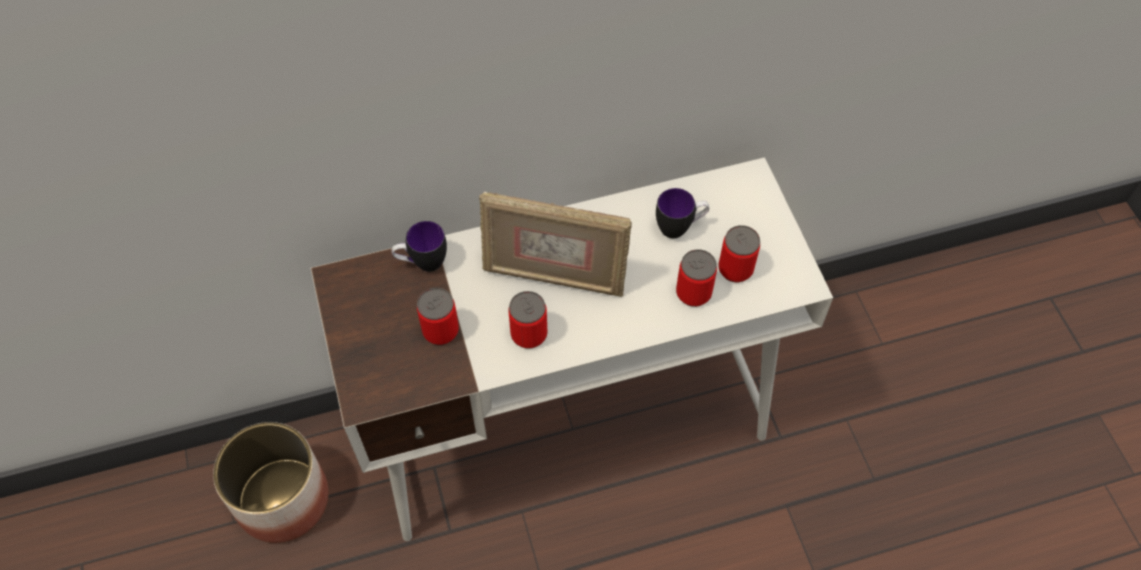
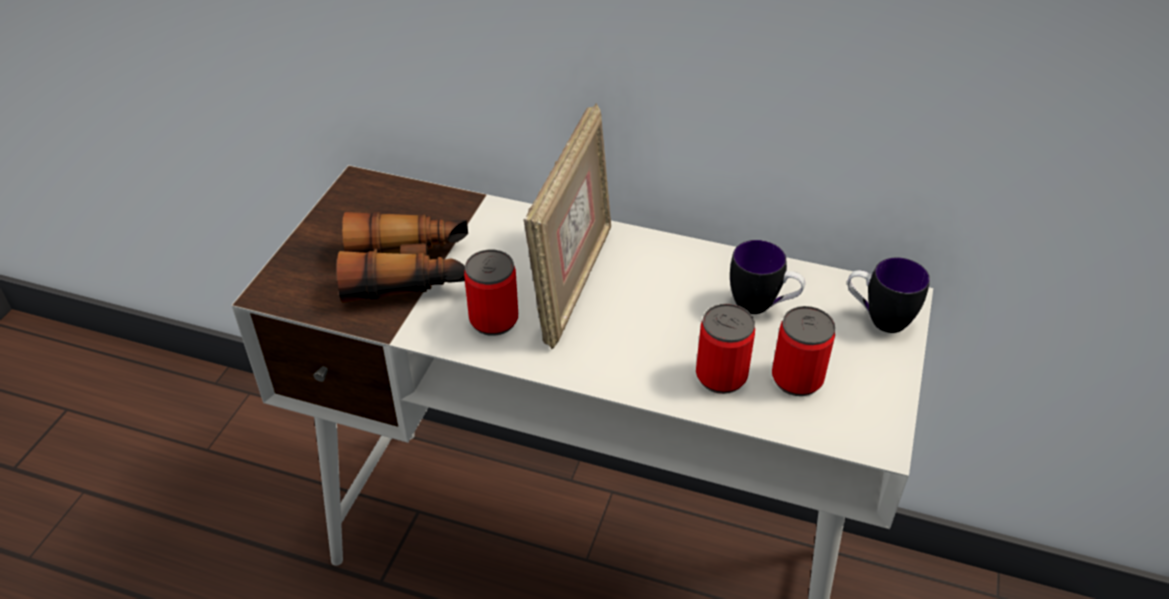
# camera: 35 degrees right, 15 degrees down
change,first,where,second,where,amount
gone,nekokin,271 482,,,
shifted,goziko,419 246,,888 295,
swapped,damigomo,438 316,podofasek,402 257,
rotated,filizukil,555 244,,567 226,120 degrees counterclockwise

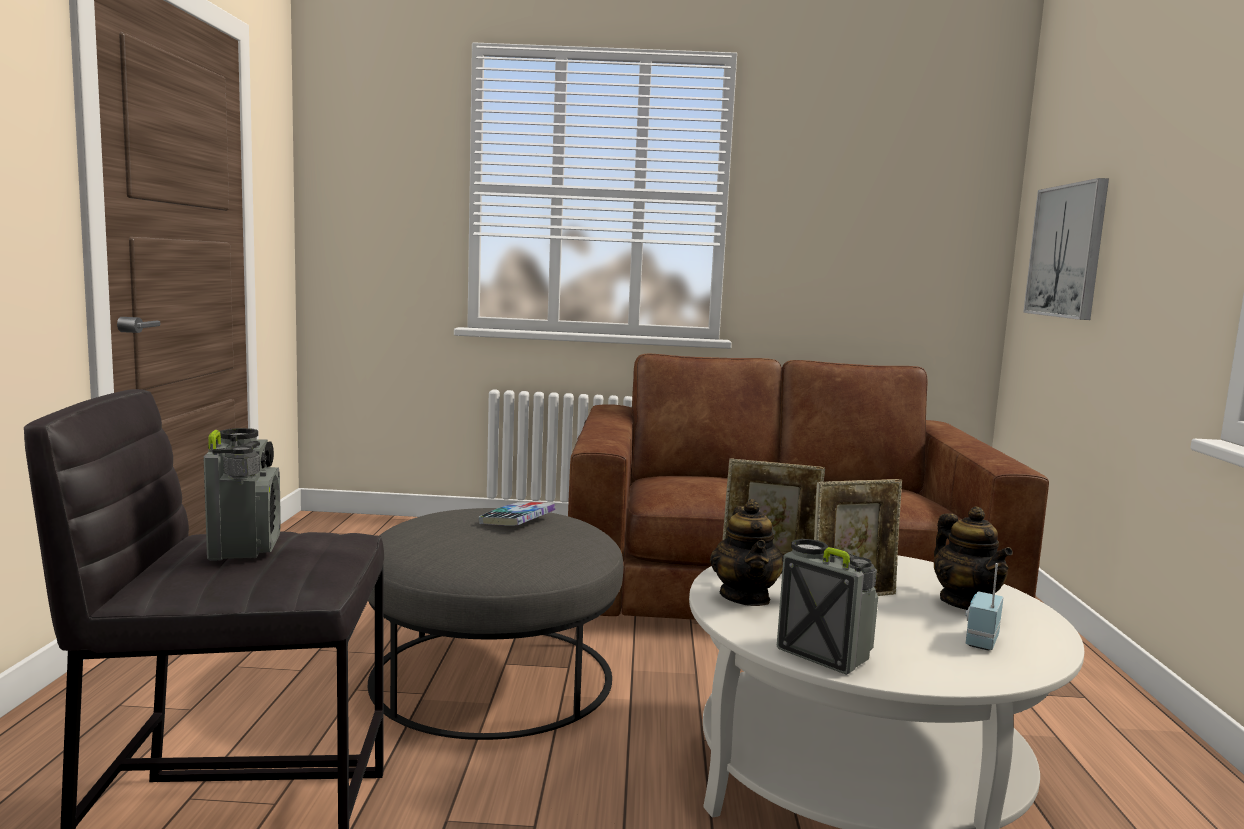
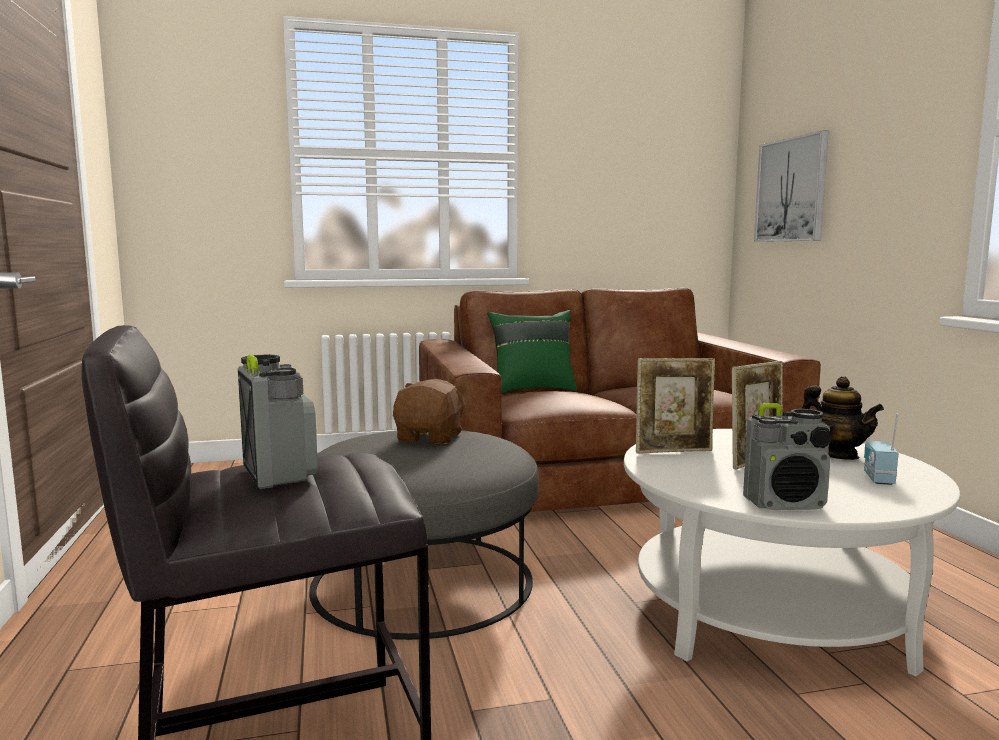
# camera: 15 degrees left, 0 degrees up
change,first,where,second,where,amount
gone,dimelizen,747 552,,,
new,,,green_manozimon,532 351,
swapped,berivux,516 514,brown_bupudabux,430 412,
rotated,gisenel,827 607,,787 456,150 degrees clockwise

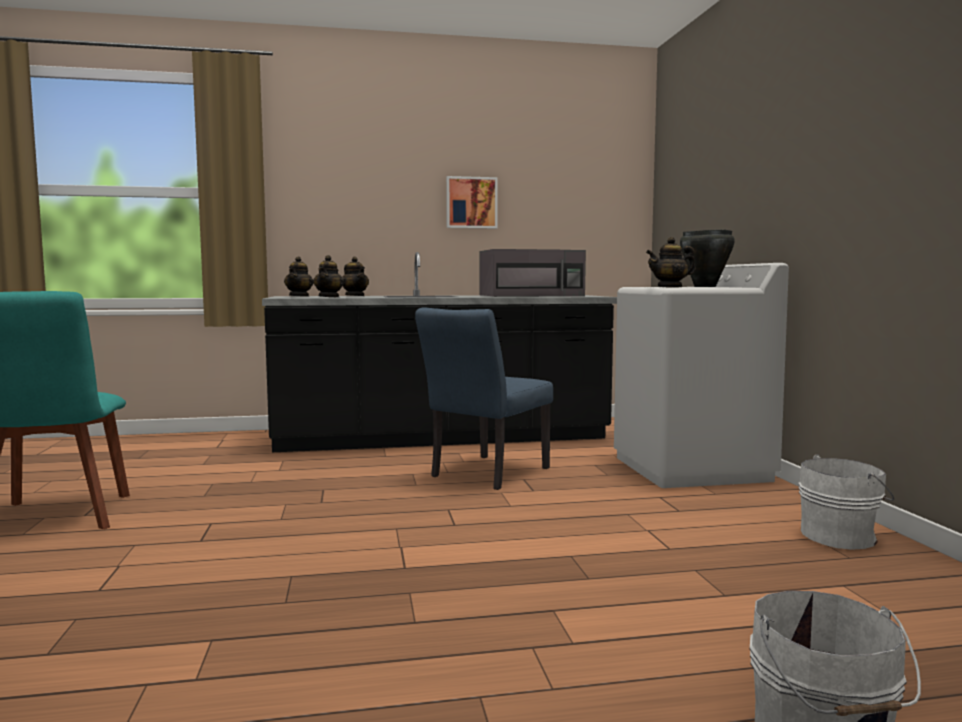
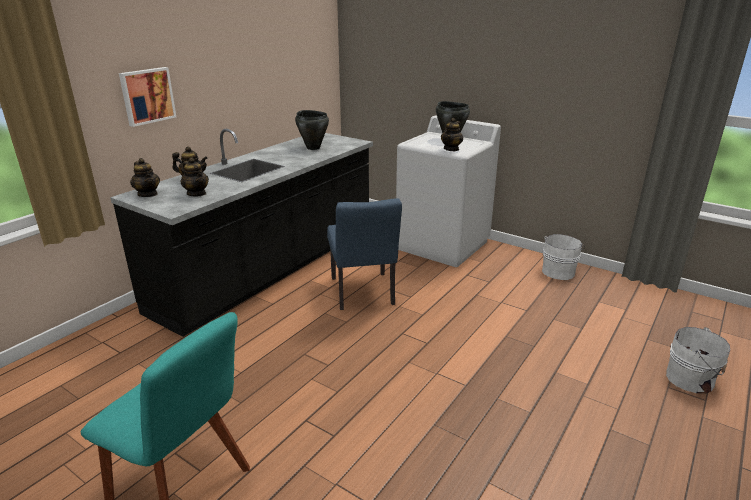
# camera: 45 degrees left, 20 degrees up
change,first,where,second,where,amount
shifted,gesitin,472 202,,147 97,
swapped,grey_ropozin,533 273,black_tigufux,312 130,

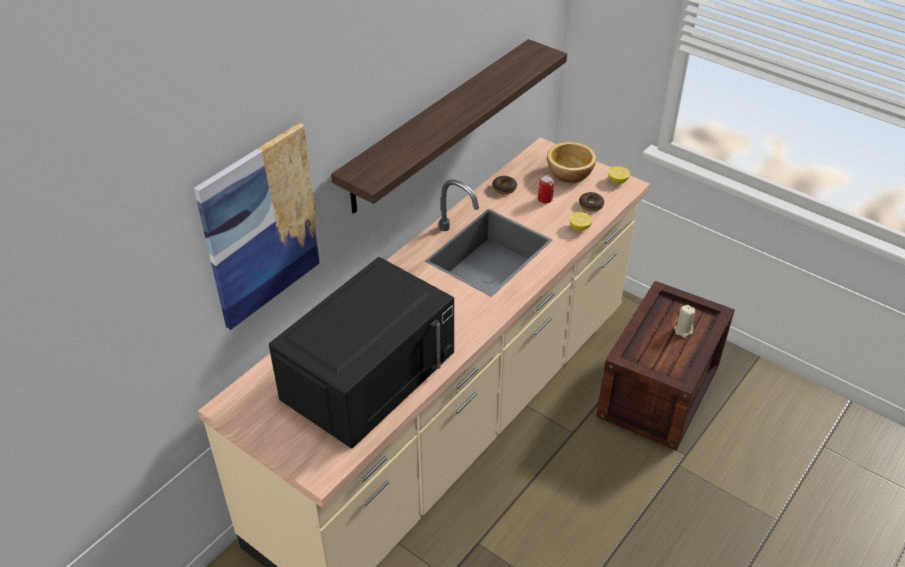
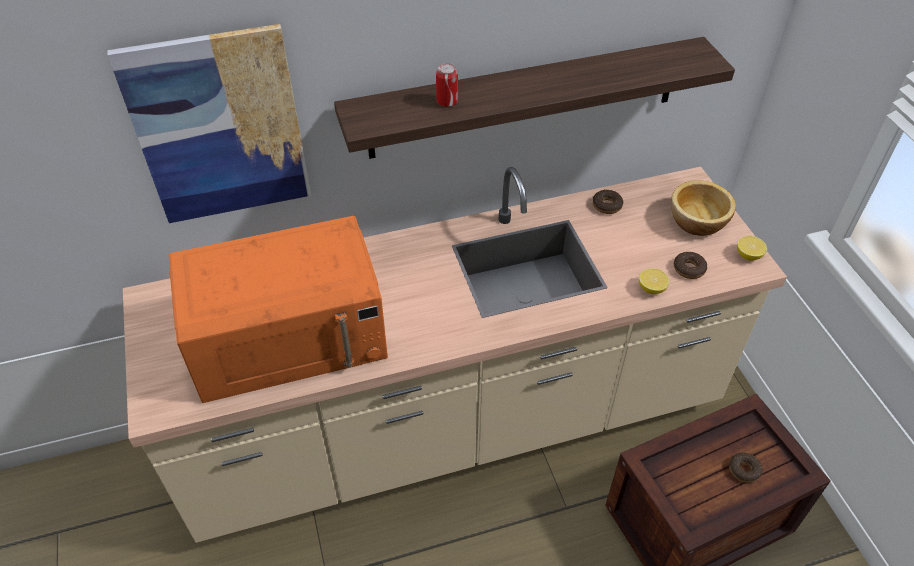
# camera: 35 degrees right, 5 degrees up
change,first,where,second,where,amount
shifted,damigomo,546 189,,447 85,
swapped,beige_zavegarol,684 321,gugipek,746 467,
repainted,black_ropozin,361 352,orange_ropozin,278 309,

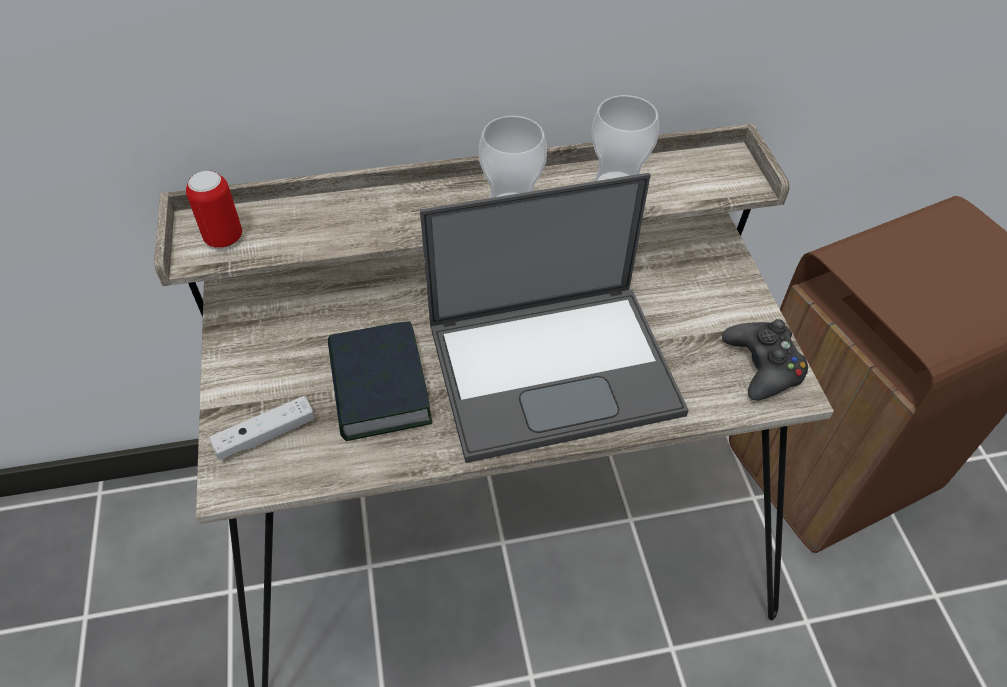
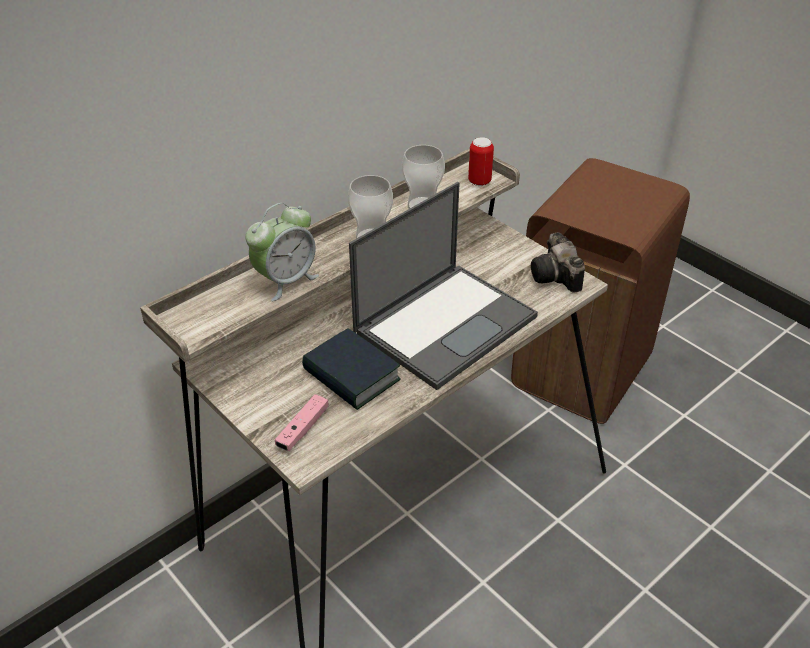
# camera: 30 degrees left, 10 degrees down
change,first,where,second,where,amount
new,,,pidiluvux,282 252,
shifted,damigomo,214 209,,481 161,
swapped,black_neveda,765 360,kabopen,558 262,
repainted,white_neveda,261 428,pink_neveda,301 422,

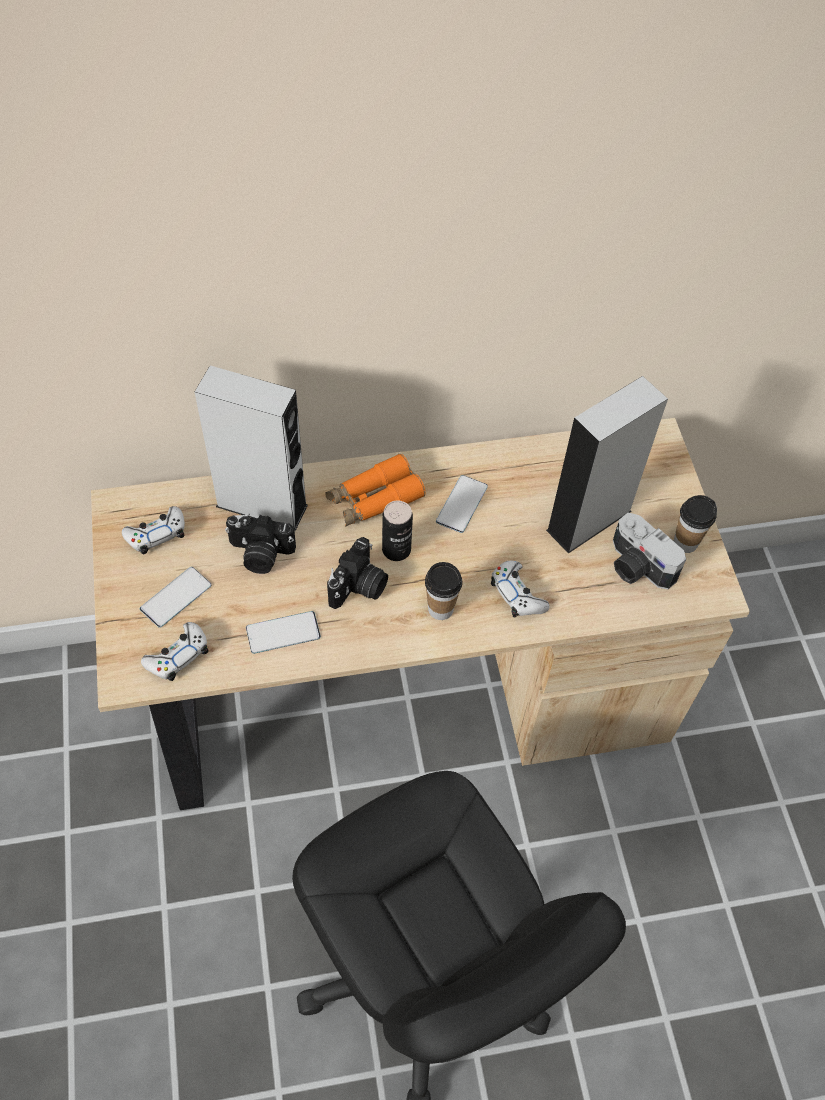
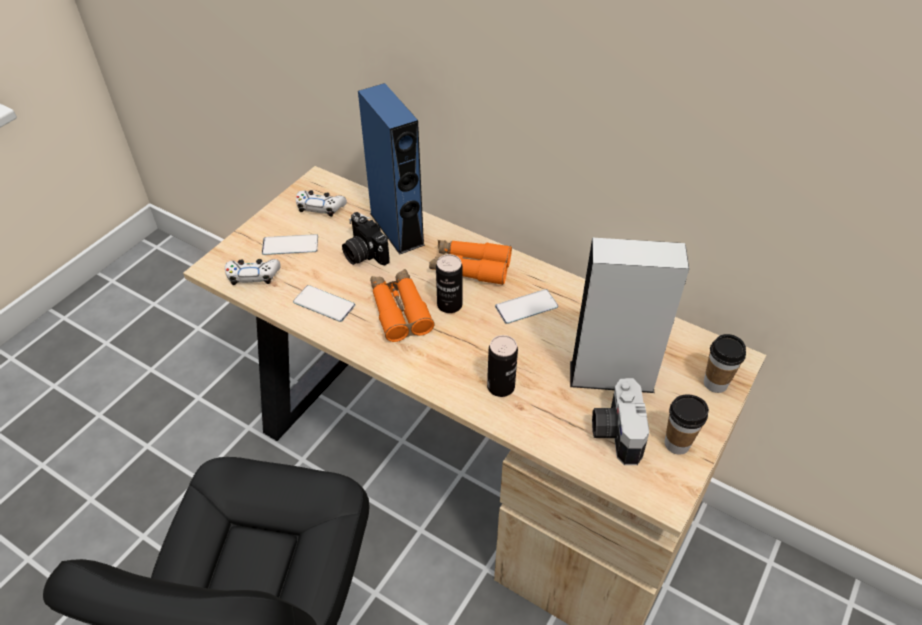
# camera: 45 degrees right, 10 degrees down
change,first,where,second,where,amount
shifted,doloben,443 591,,725 363,
swapped,kabopen,357 573,orange_podofasek,402 305,
swapped,white_neveda,520 589,damigomo,502 366,
repainted,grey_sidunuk,251 448,blue_sidunuk,391 168,

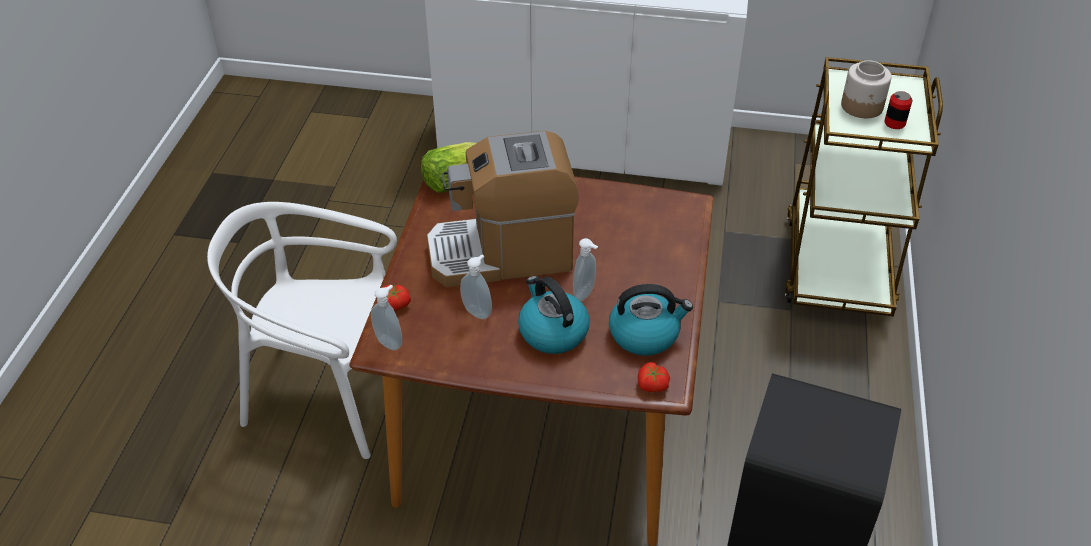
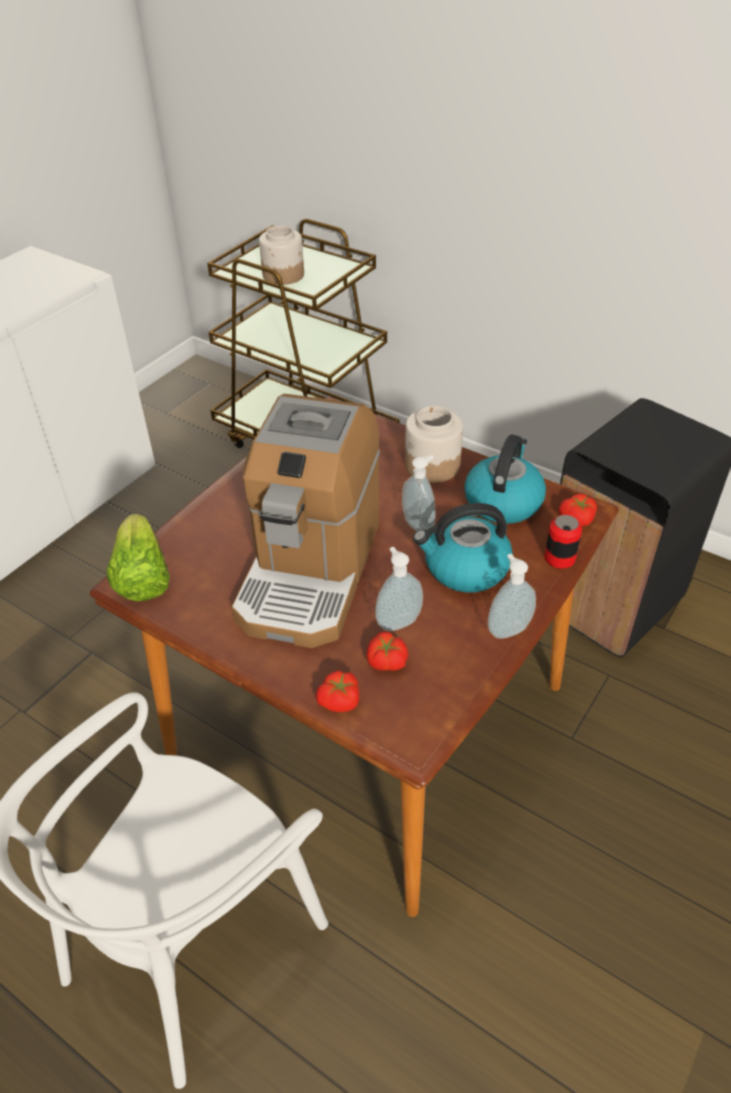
# camera: 65 degrees left, 0 degrees up
change,first,where,second,where,amount
new,,,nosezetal,388 651,
new,,,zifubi,434 444,
shifted,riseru,386 317,,512 596,
shifted,damigomo,898 110,,563 542,

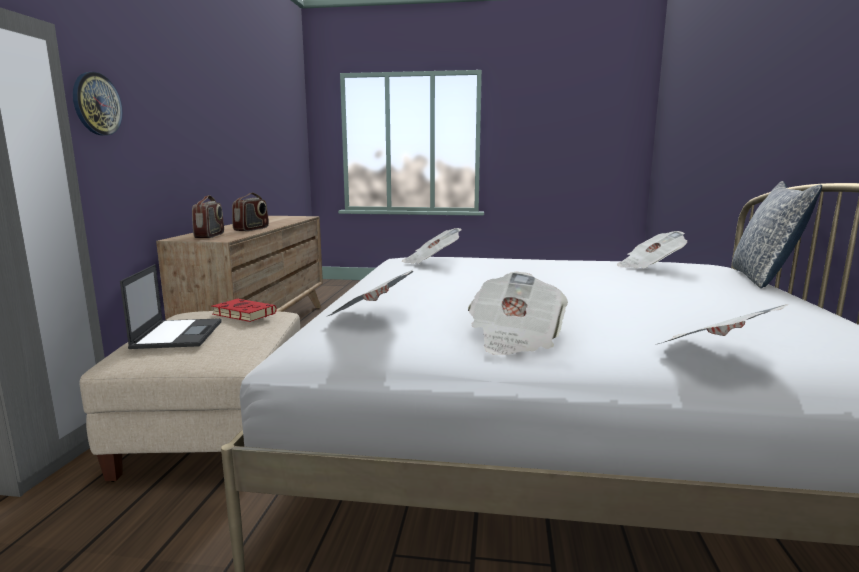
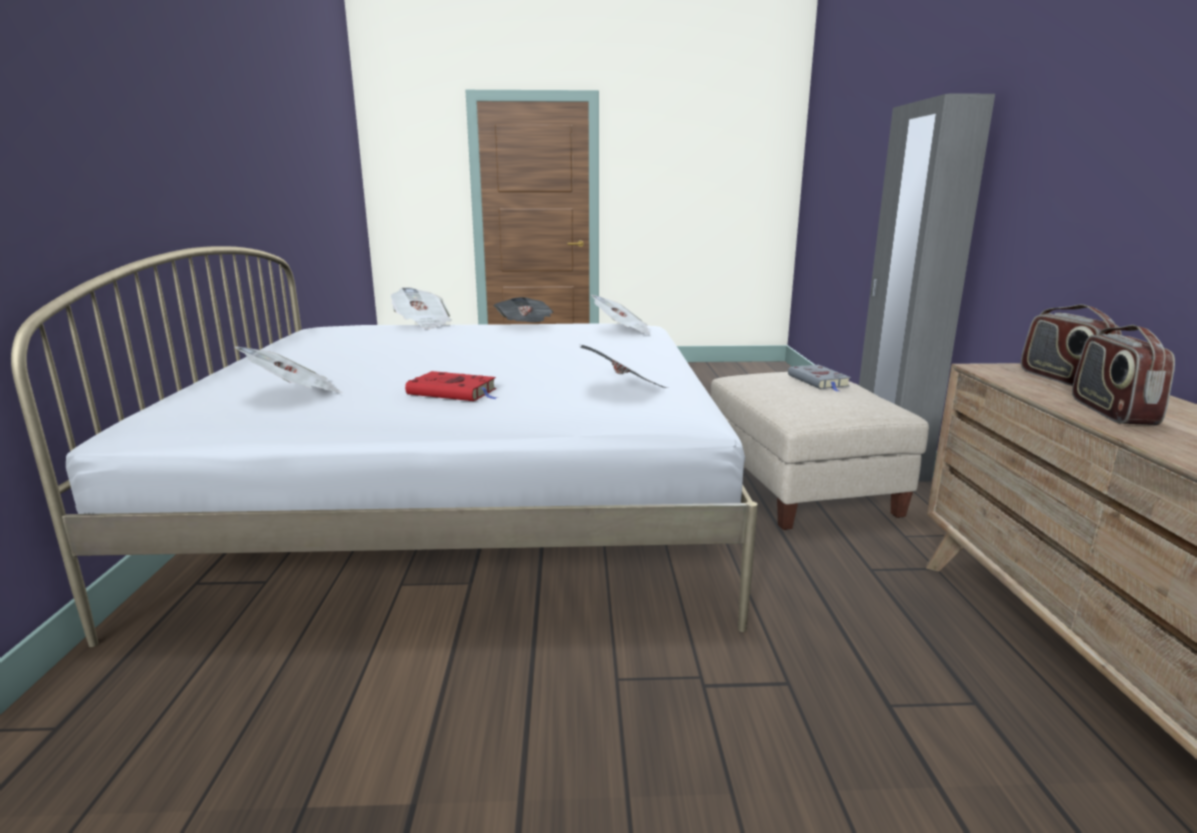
# camera: 170 degrees right, 5 degrees up
change,first,where,second,where,amount
gone,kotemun,98 104,,,
gone,manozimon,777 234,,,
shifted,red_berivux,244 310,,451 386,
swapped,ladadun,171 306,grey_berivux,819 378,

